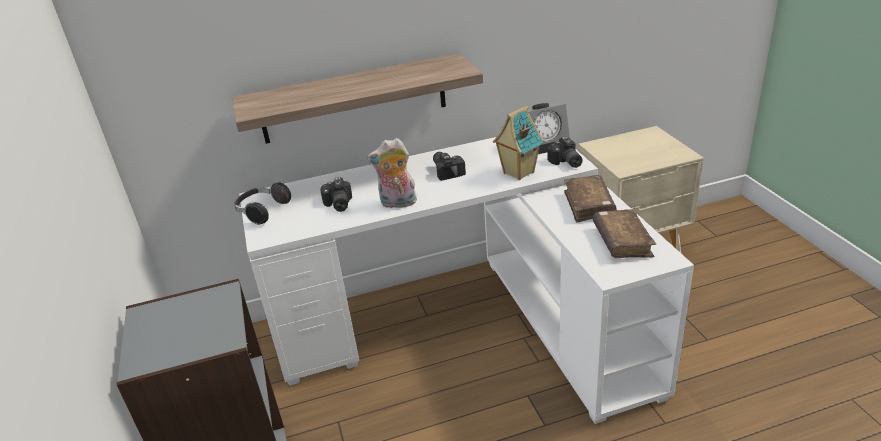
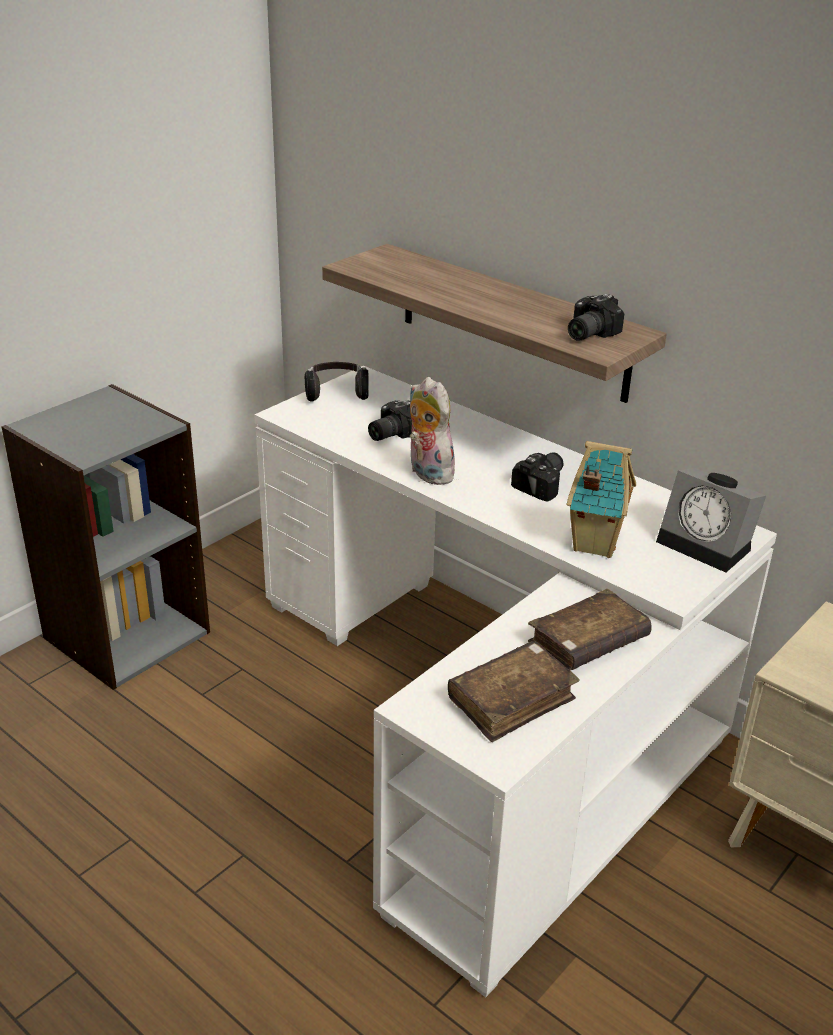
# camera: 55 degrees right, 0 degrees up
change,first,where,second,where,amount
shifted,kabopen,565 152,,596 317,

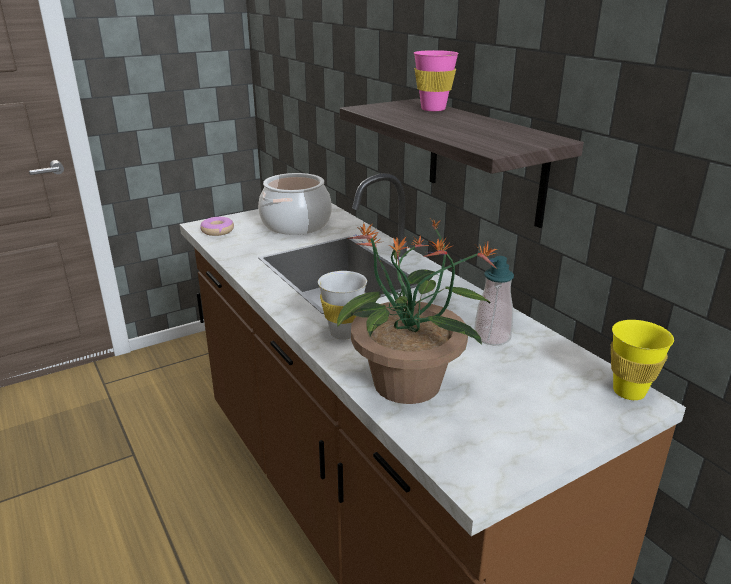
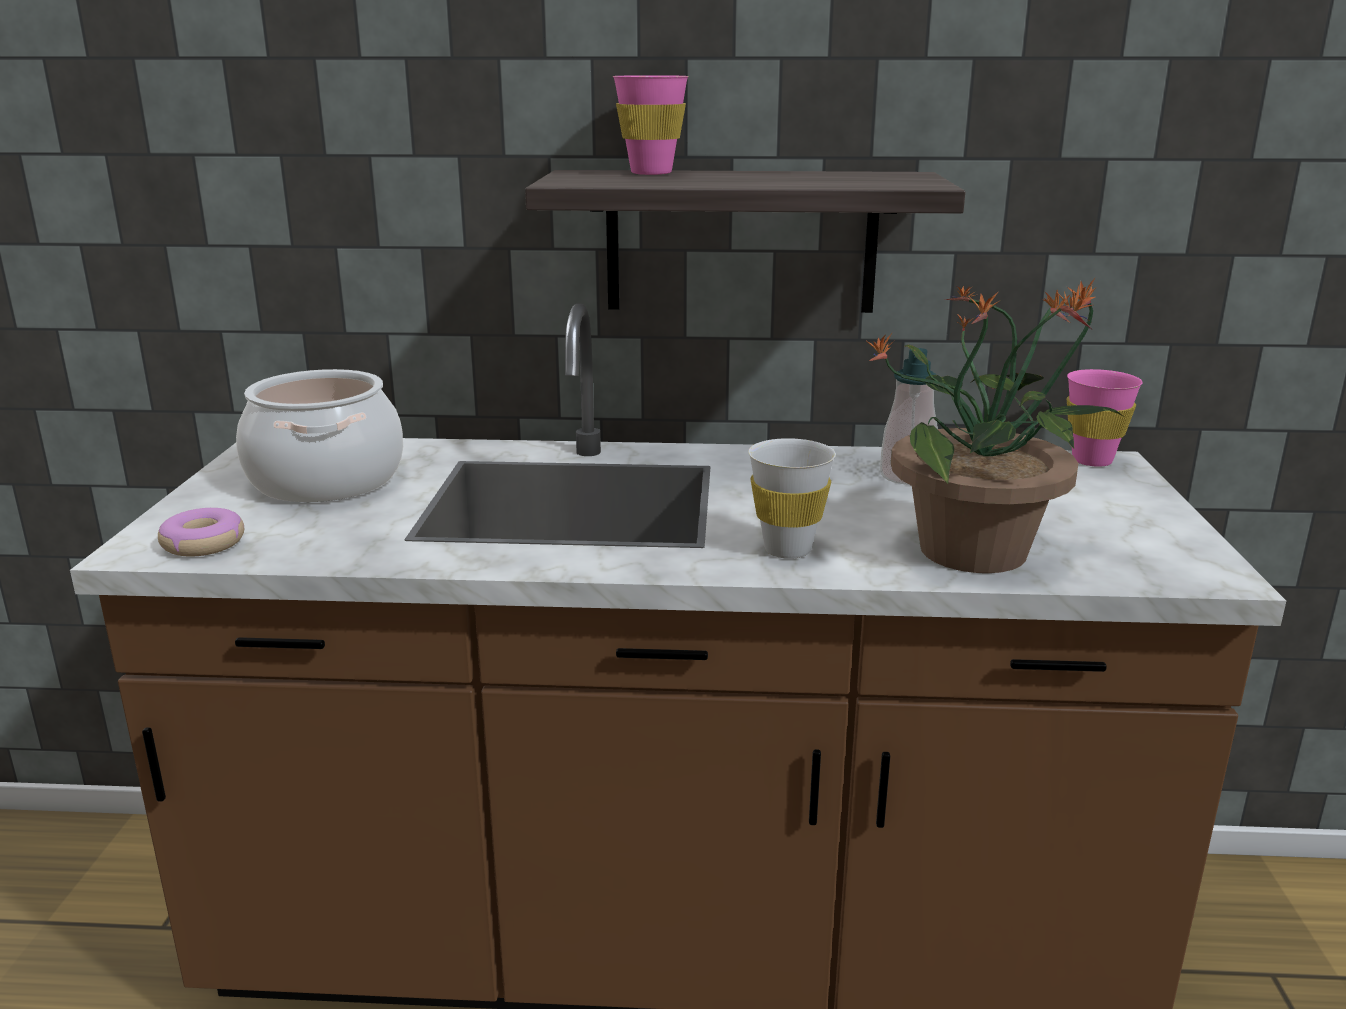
# camera: 55 degrees left, 5 degrees down
change,first,where,second,where,amount
repainted,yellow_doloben,642 360,pink_doloben,1105 418,

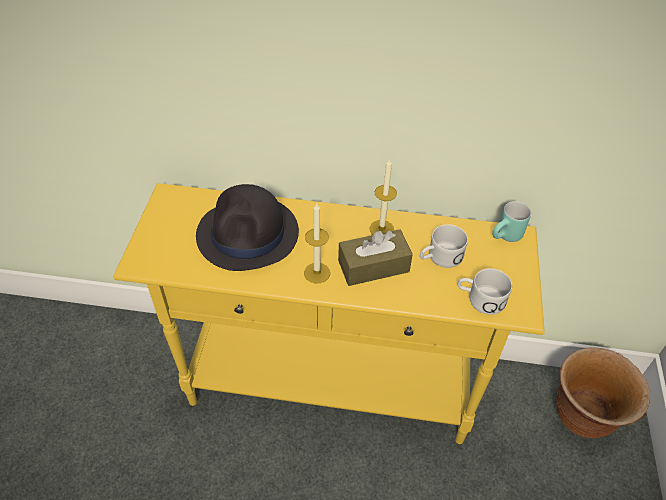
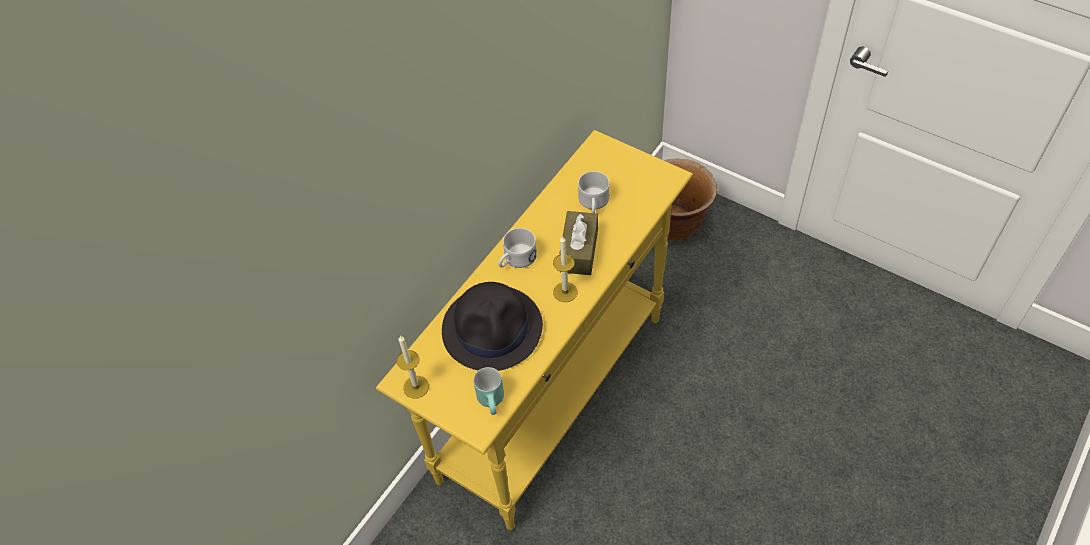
# camera: 60 degrees left, 5 degrees up
change,first,where,second,where,amount
shifted,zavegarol,383 196,,412 367,
shifted,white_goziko,485 291,,517 248,
shifted,turquoise_goziko,511 221,,489 391,

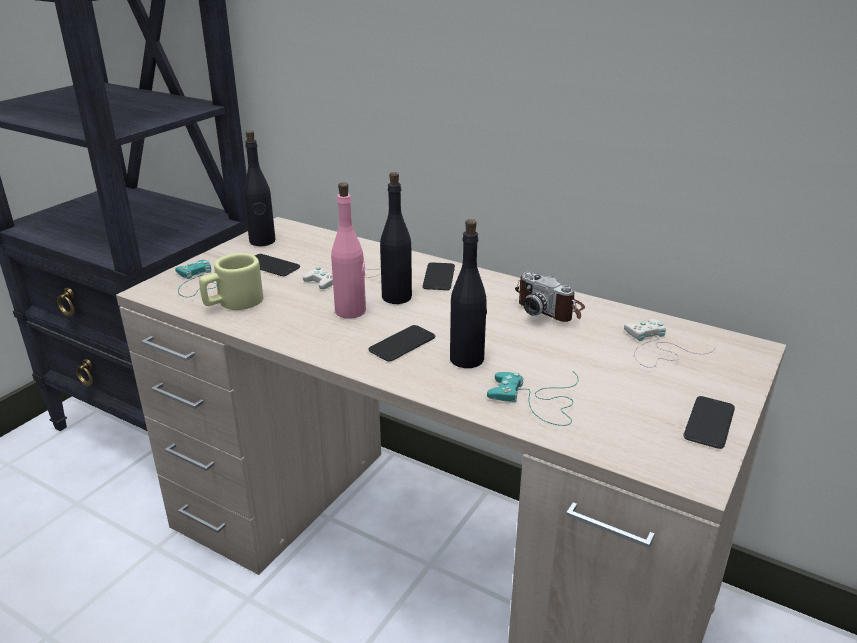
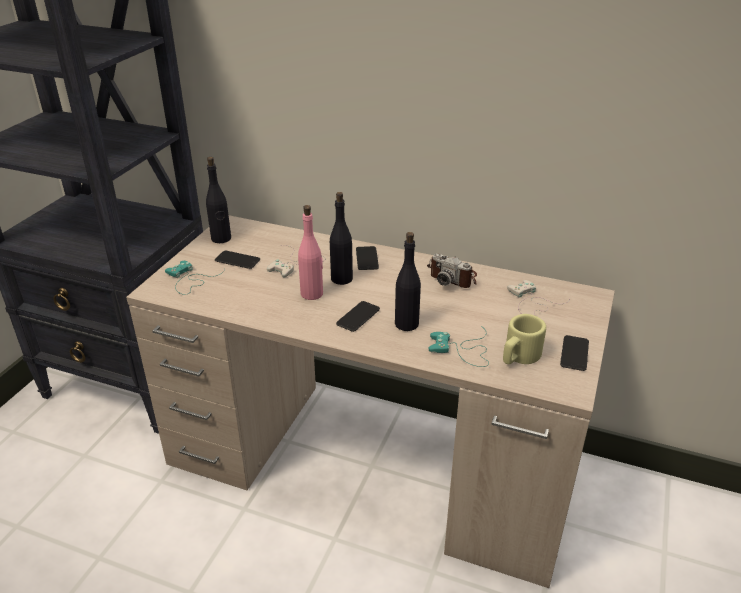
# camera: 10 degrees left, 5 degrees up
change,first,where,second,where,amount
shifted,beige_goziko,231 281,,524 339,

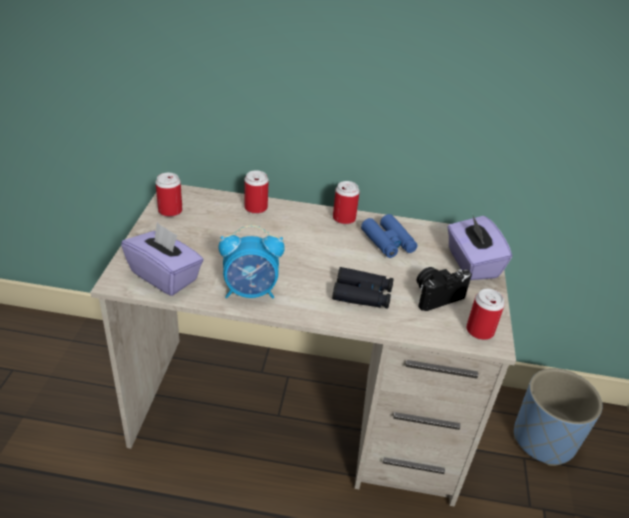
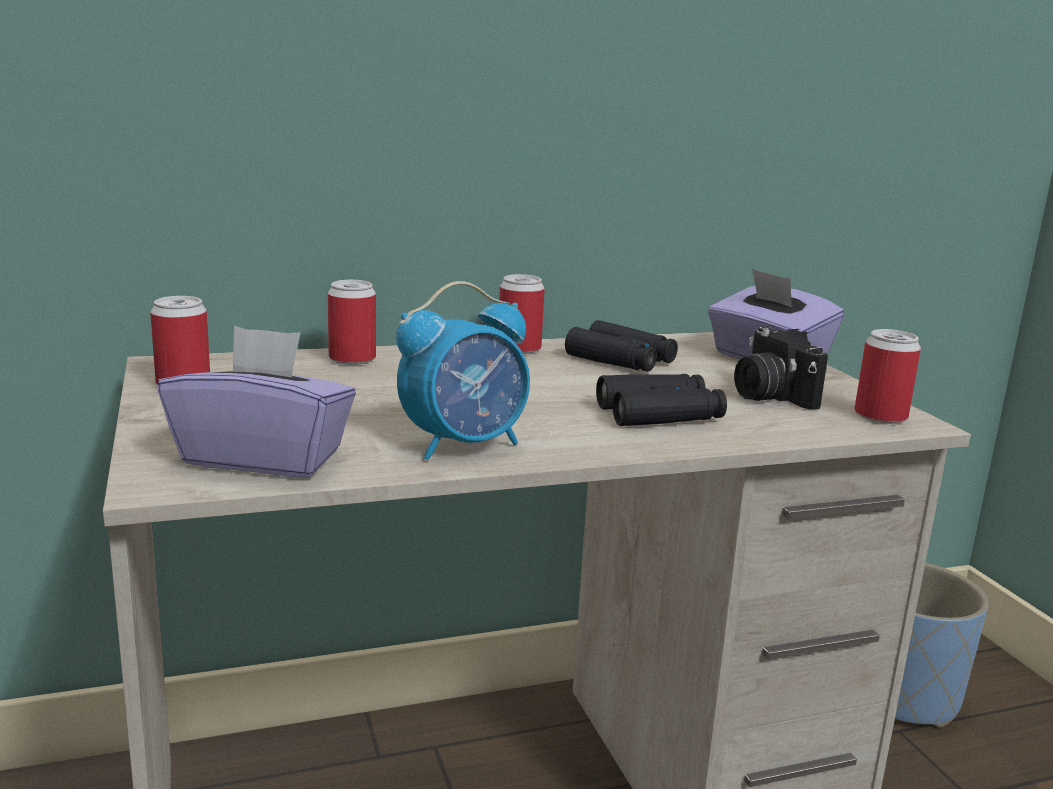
# camera: 25 degrees left, 20 degrees down
change,first,where,second,where,amount
repainted,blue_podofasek,389 236,black_podofasek,621 346,
rotated,kabopen,444 289,,781 368,60 degrees counterclockwise

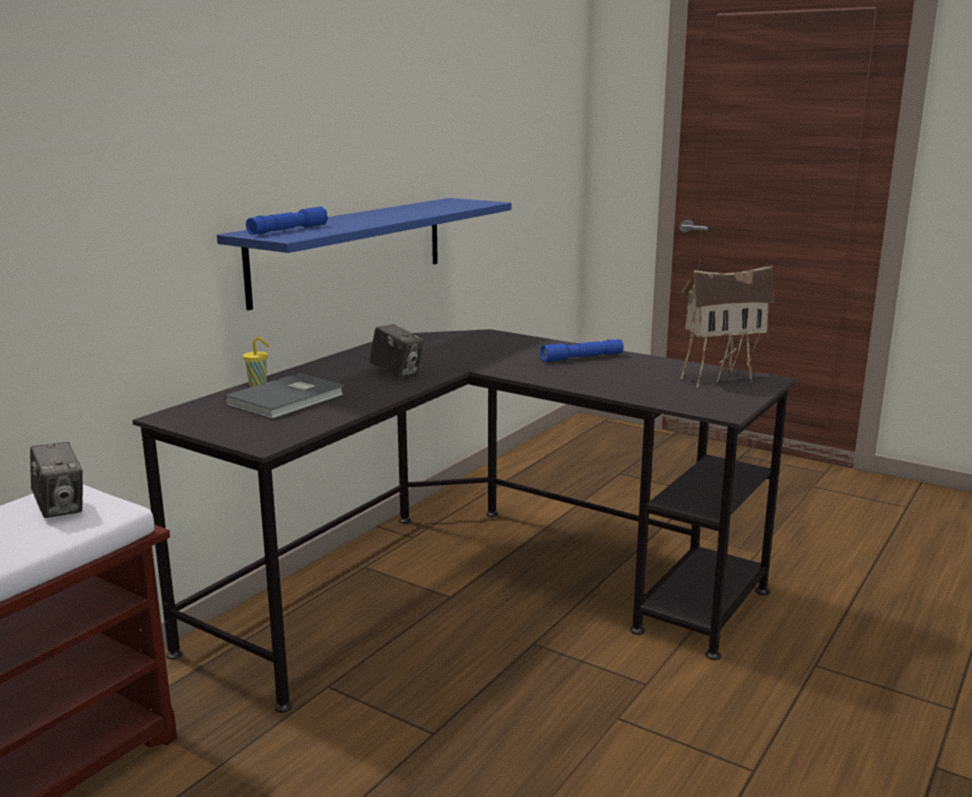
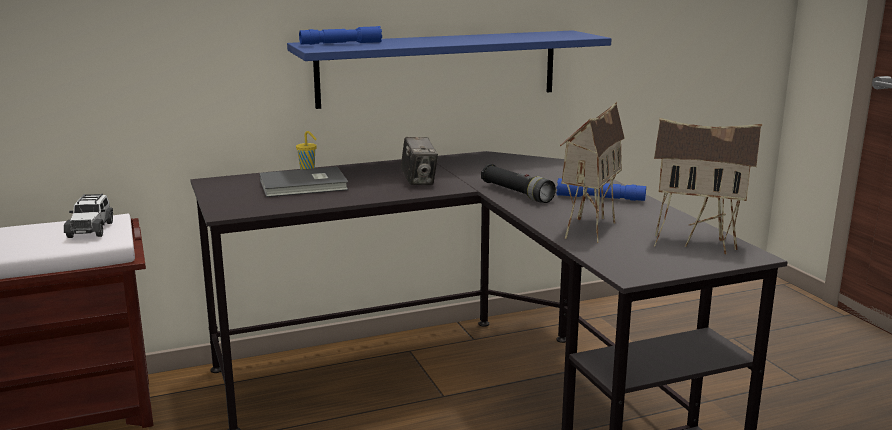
# camera: 35 degrees right, 0 degrees up
change,first,where,second,where,amount
new,,,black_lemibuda,518 183,
new,,,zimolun,592 172,
swapped,kabopen,56 480,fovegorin,88 216,

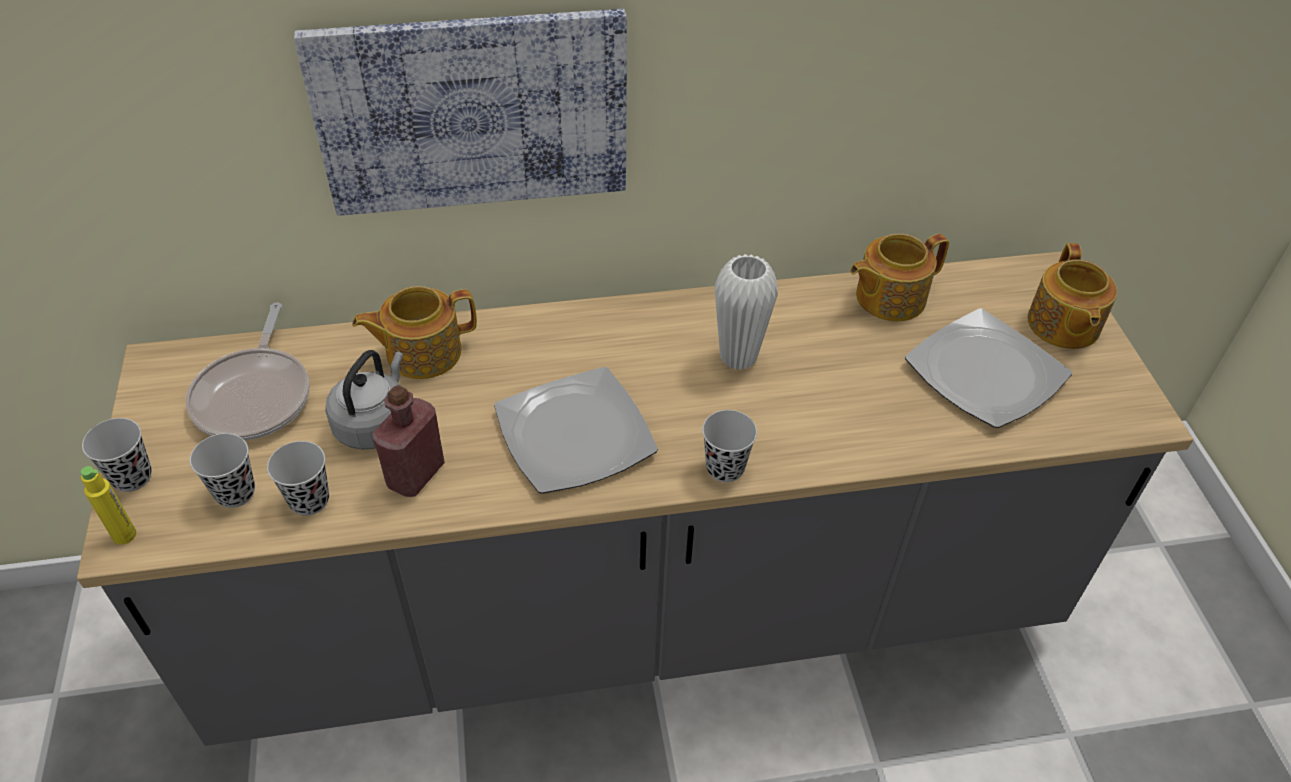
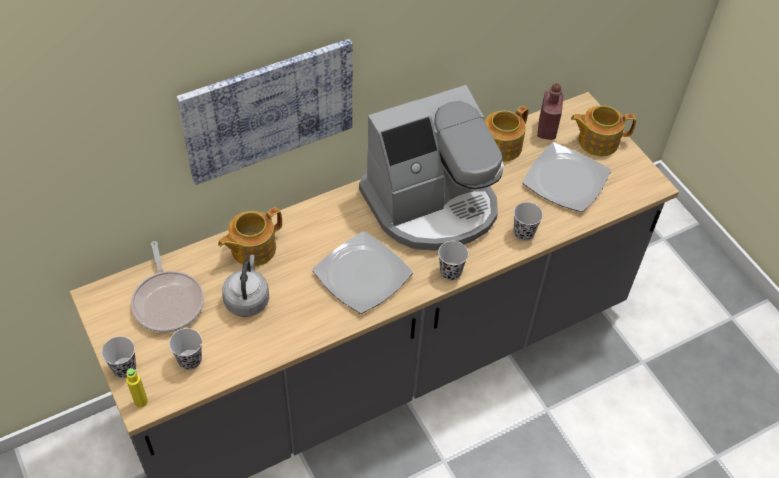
# camera: 20 degrees left, 5 degrees up
change,first,where,second,where,amount
shifted,black_doloben,298 478,,528 221,
shifted,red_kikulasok,408 441,,550 111,
swapped,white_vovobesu,746 312,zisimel,431 168,
rotated,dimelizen,1072 296,,603 131,105 degrees clockwise

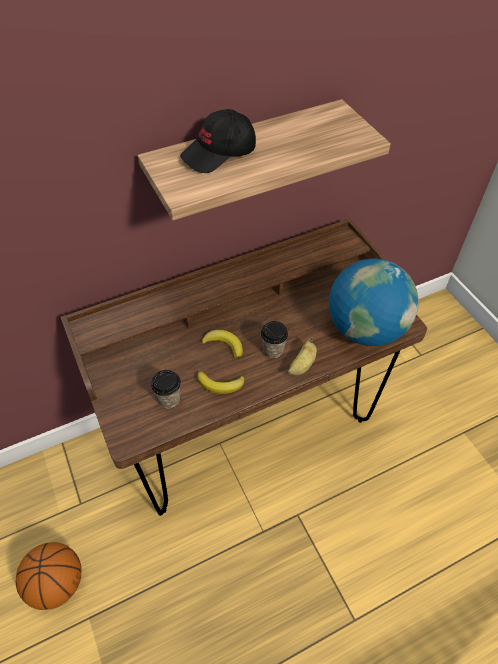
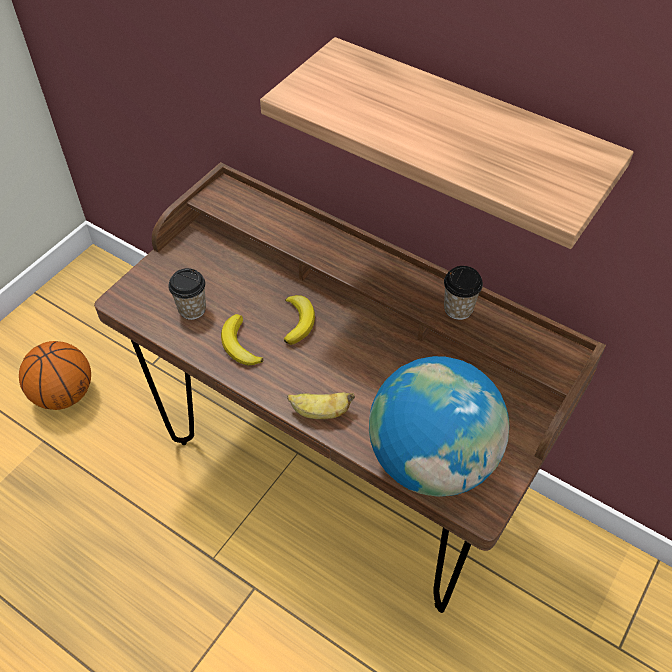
# camera: 60 degrees right, 0 degrees up
change,first,where,second,where,amount
gone,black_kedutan,218 141,,,
shifted,doloben,274 339,,463 293,

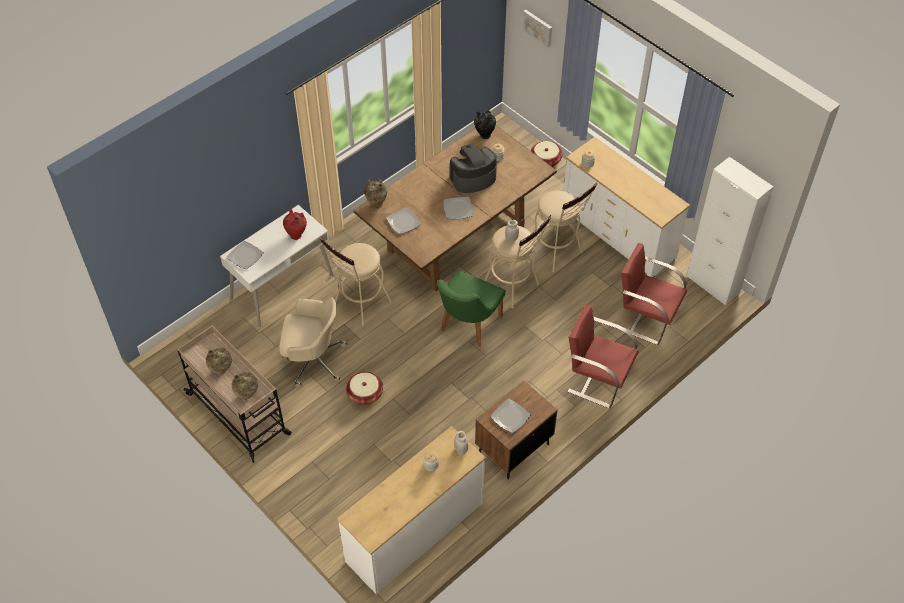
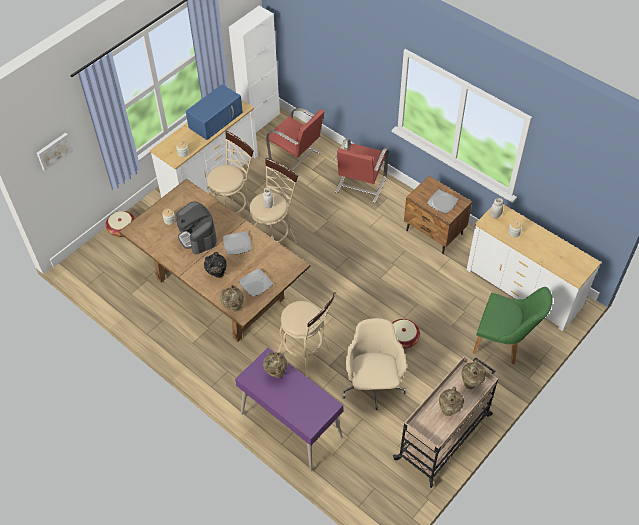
# camera: 95 degrees left, 0 degrees up
change,first,where,second,where,amount
gone,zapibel,245 255,,,
new,,,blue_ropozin,214 112,
shifted,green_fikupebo,471 308,,513 325,
shifted,black_vovobesu,485 124,,215 265,
repainted,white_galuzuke,277 266,purple_galuzuke,289 409,
repainted,red_vovobesu,295 224,beige_vovobesu,275 365,
rotated,red_fikupebo,654 294,,295 142,75 degrees counterclockwise

